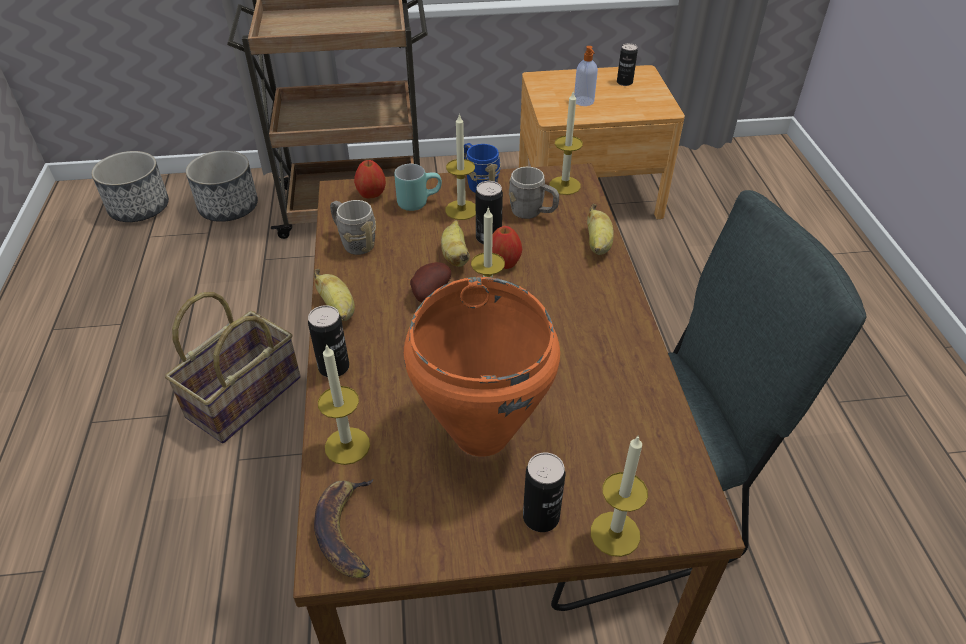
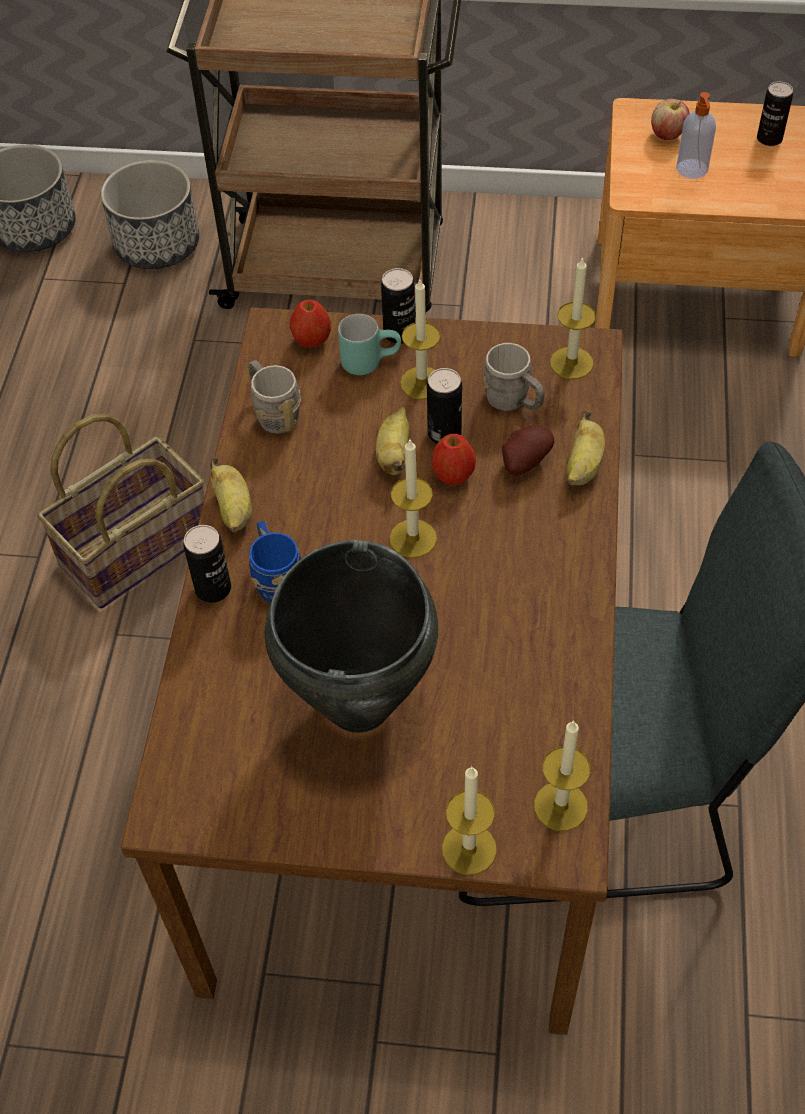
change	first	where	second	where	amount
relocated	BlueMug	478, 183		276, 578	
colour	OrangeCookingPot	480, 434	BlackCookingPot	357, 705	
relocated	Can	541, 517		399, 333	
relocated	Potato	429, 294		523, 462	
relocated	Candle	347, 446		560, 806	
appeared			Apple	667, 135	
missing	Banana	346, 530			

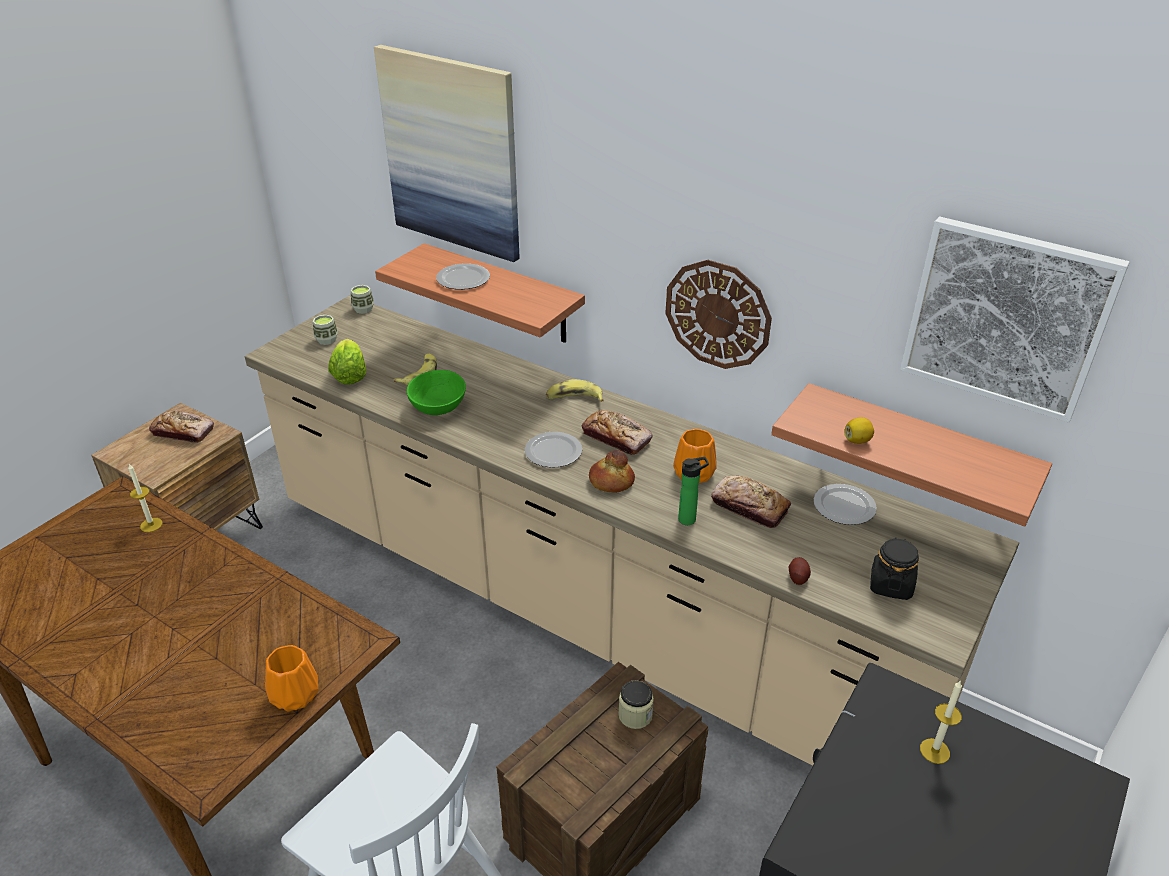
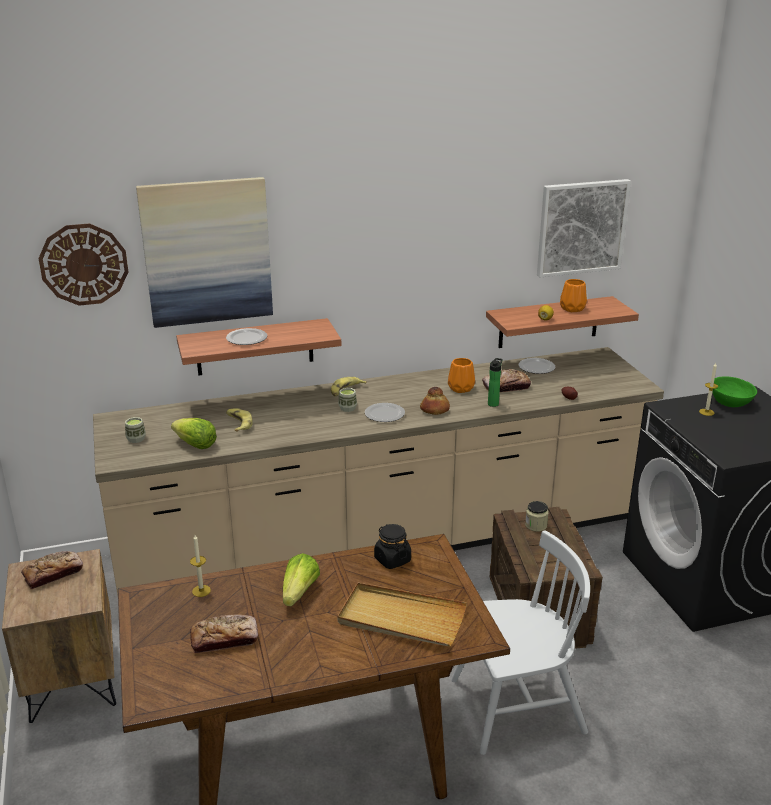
change	first	where	second	where	amount
relocated	WallClock	718, 314		84, 264	
relocated	Bread	616, 438		224, 639	
appeared			Lettuce	299, 593	
relocated	Cup	363, 309		347, 408	
appeared			BeigeTray	401, 618	
relocated	BlackJar	890, 585		392, 559	
relocated	OrangeVase	294, 696		573, 309	
relocated	GreenBowl	437, 406		730, 402	

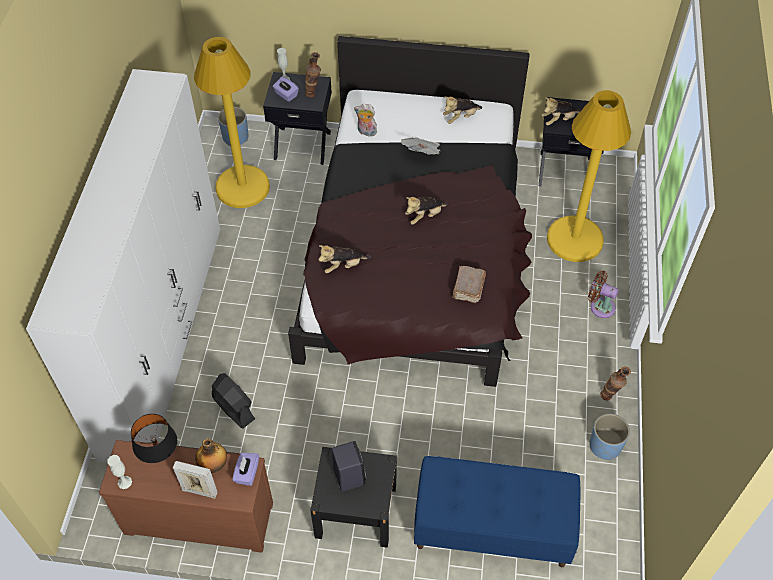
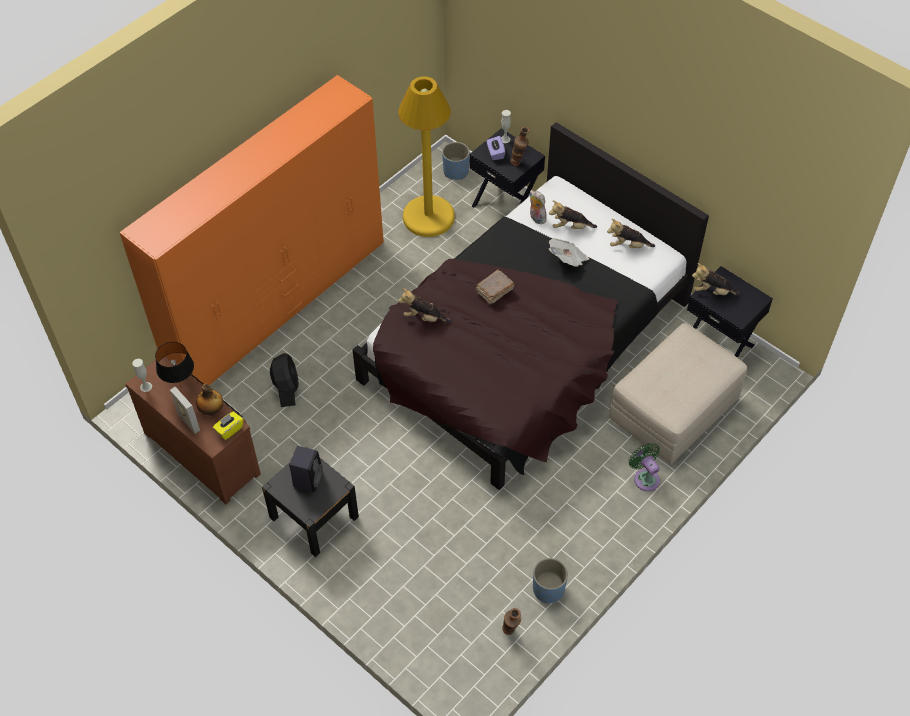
change	first	where	second	where	amount
colour	WhiteWardrobe	163, 336	OrangeWardrobe	278, 305	
colour	PurpleTissueBox	247, 473	YellowTissueBox	229, 429	
relocated	BrownBook	468, 288		494, 291	
relocated	Vase	609, 397		510, 633	
relocated	PlushToy	424, 216		570, 227	
exchanged	YellowFloorLamp	575, 239	BeigeOttoman	673, 410	
colour	BrownFan	600, 306	GreenFan	645, 477	
missing	BlueBench	491, 528			

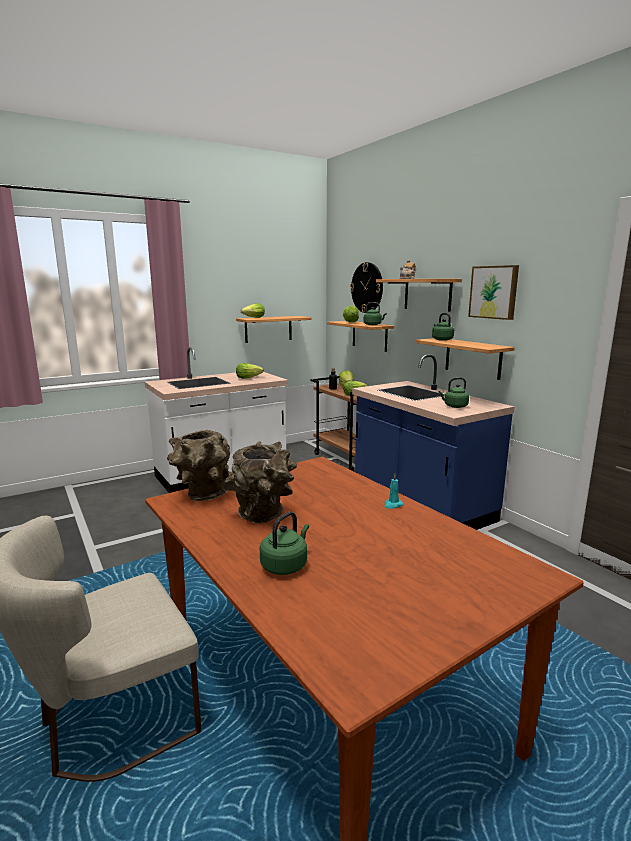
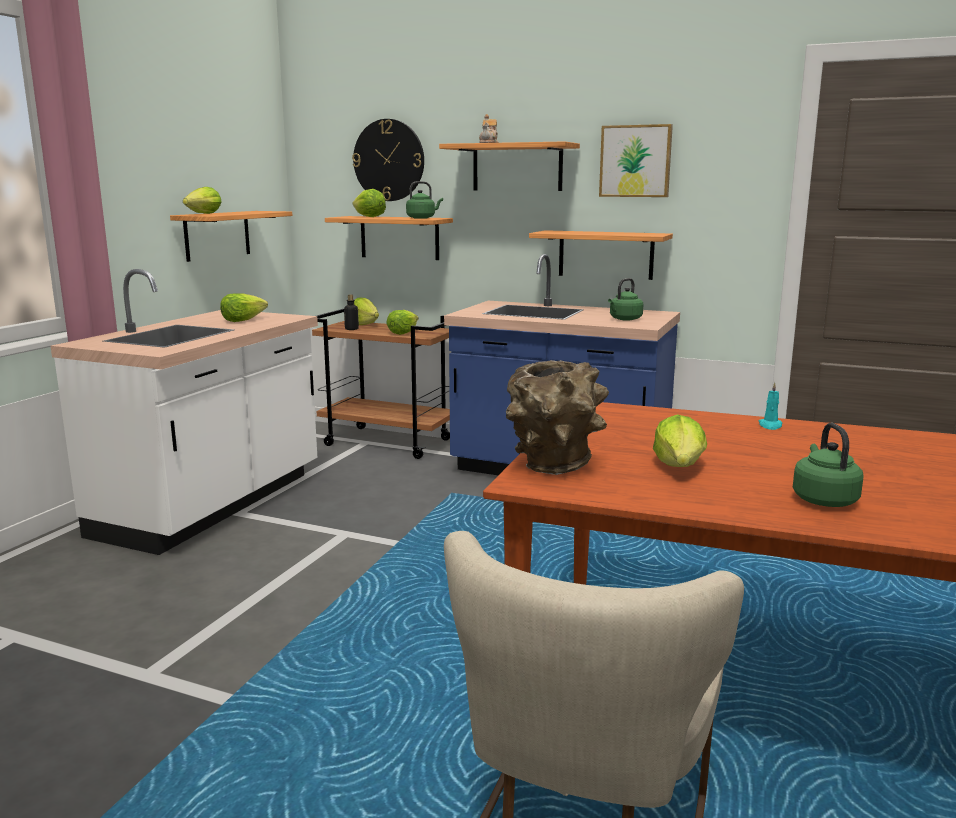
change	first	where	second	where	amount
exchanged	BrownVase	264, 516	Lettuce	680, 467	
missing	GreenKettle	441, 339			

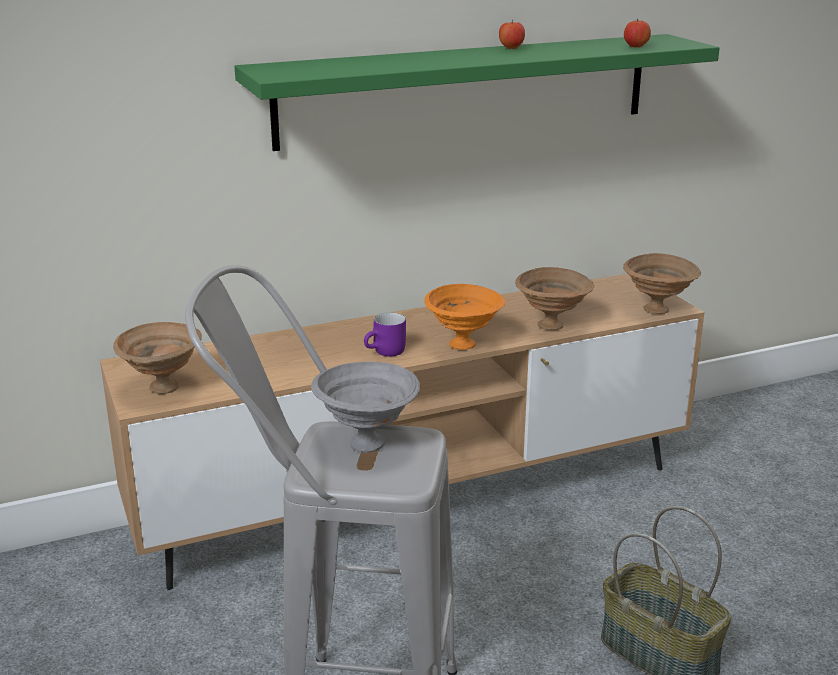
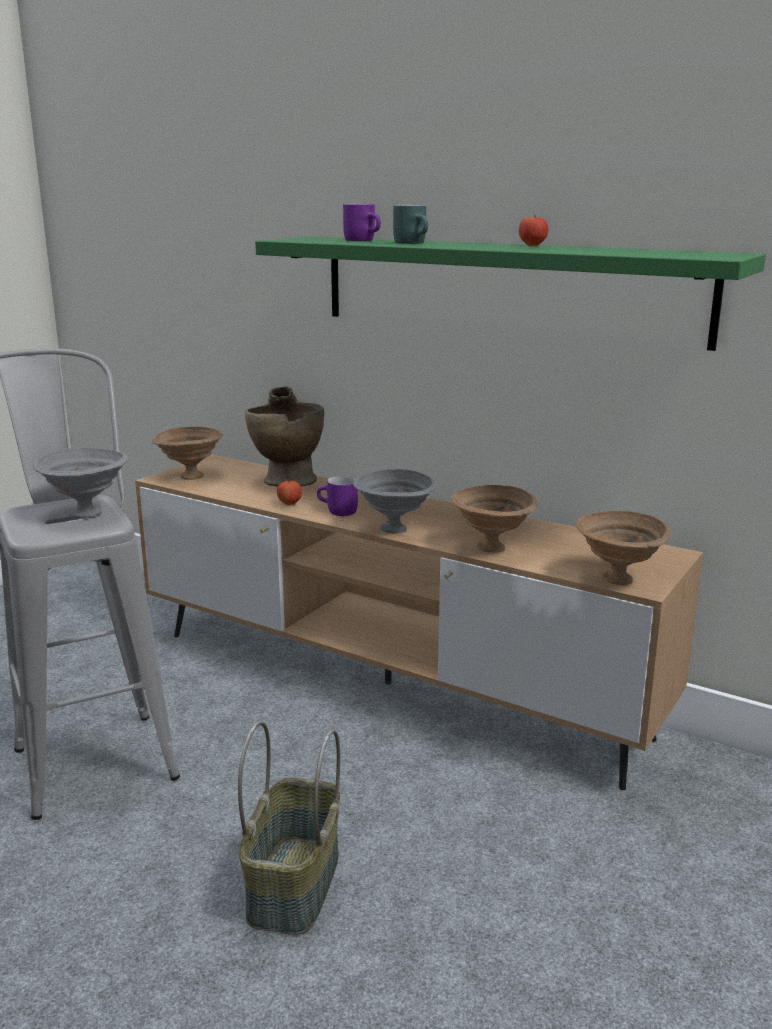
change	first	where	second	where	amount
appeared			BeigeVase	286, 479	
relocated	Apple	636, 47		289, 504	
appeared			PurpleMug	364, 240	
colour	OrangeBowl	464, 344	GreyBowl	395, 529	
appeared			TurquoiseMug	414, 243	

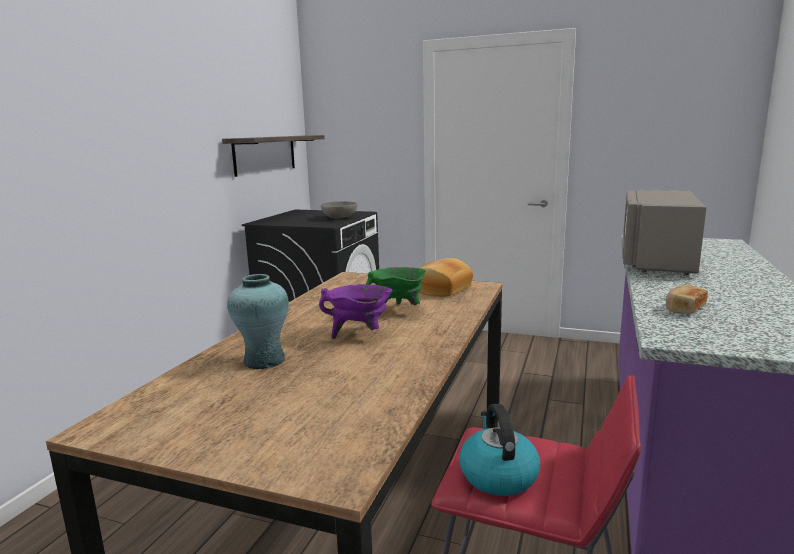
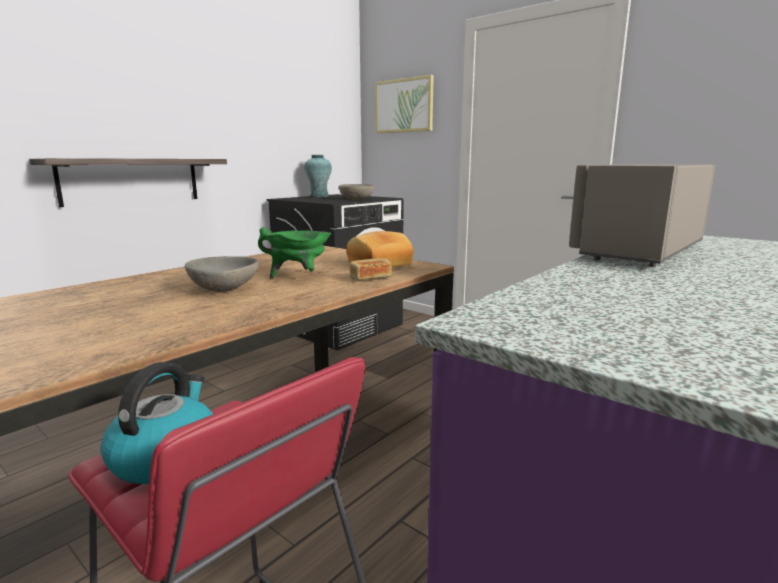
change	first	where	second	where	amount
relocated	Shelf	265, 154		131, 181	
exchanged	PurpleCookingPot	360, 334	GreyBowl	224, 289	
relocated	TurquoiseVase	264, 360		319, 196	
relocated	Bread	684, 309		370, 278	
appeared			Picture	404, 105	

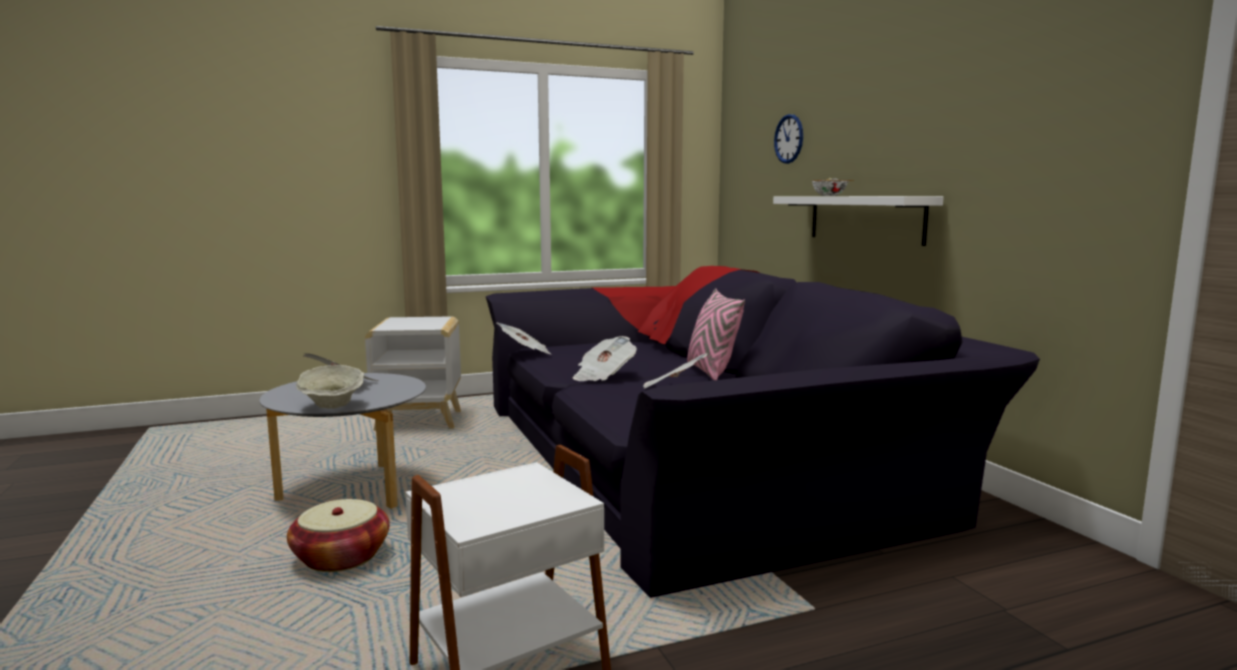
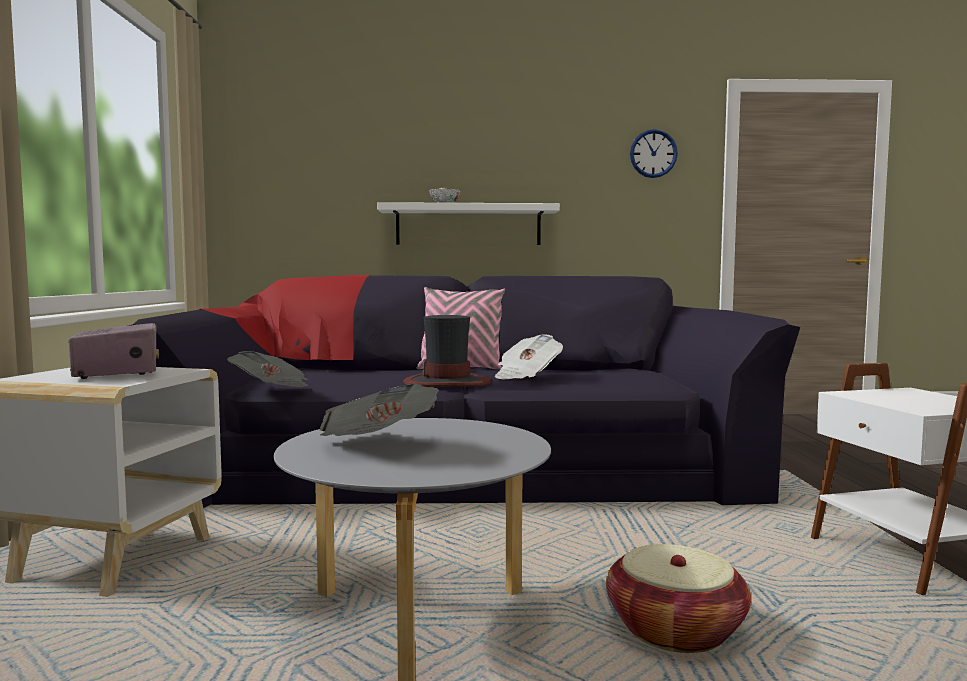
change	first	where	second	where	amount
appeared			Radio	118, 373	
exchanged	Newspaper	603, 376	Hat	447, 383	
relocated	WallClock	789, 139		653, 153	
missing	BeigeBowl	333, 406			

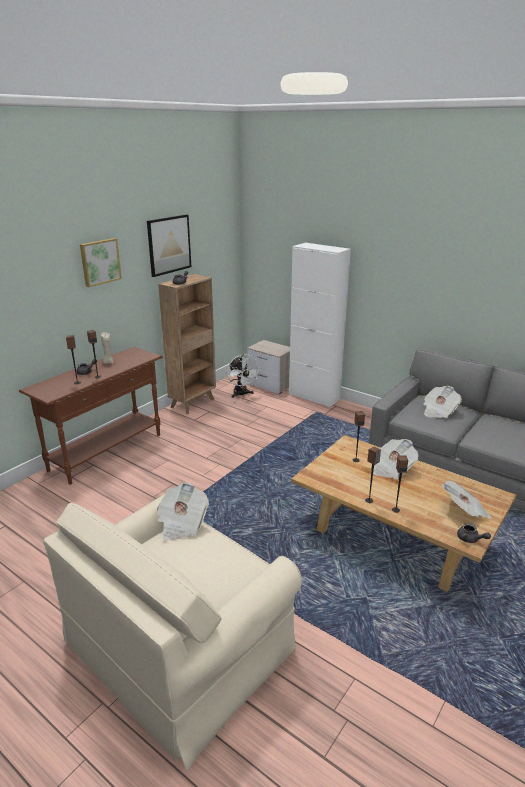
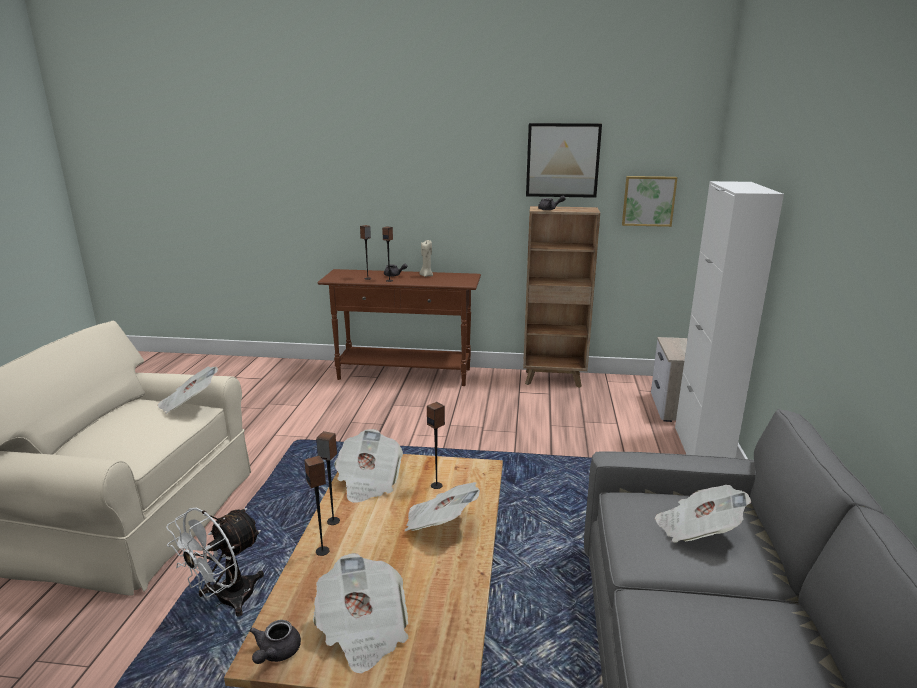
change	first	where	second	where	amount
relocated	WhiteFan	242, 394		226, 601	
appeared			Newspaper	368, 482	
relocated	Picture	99, 262		648, 201	

